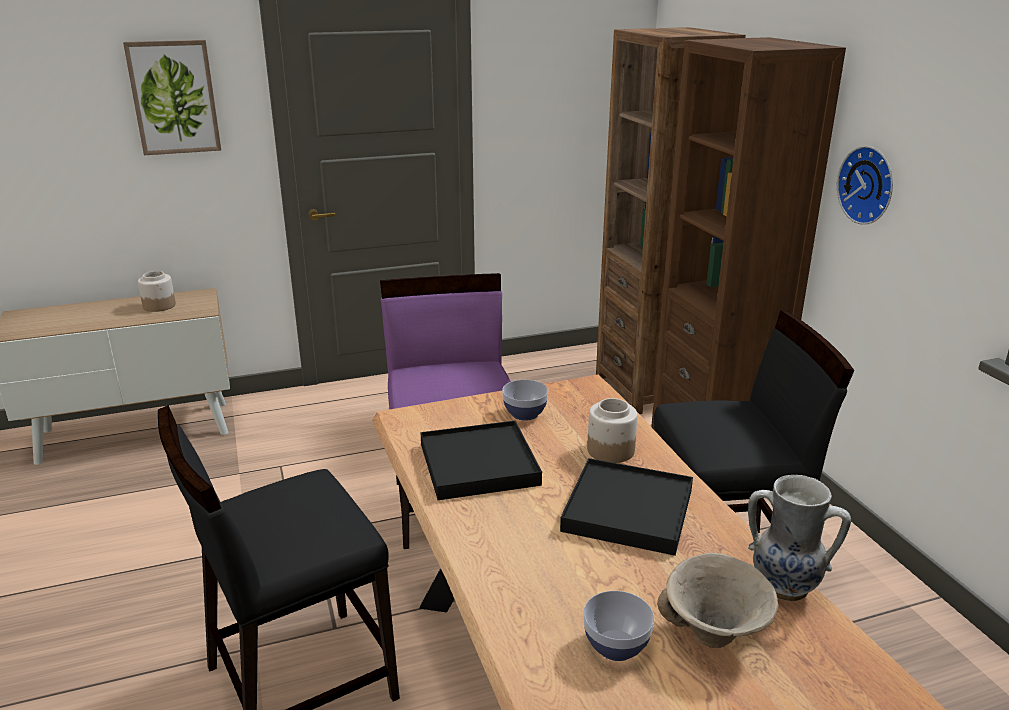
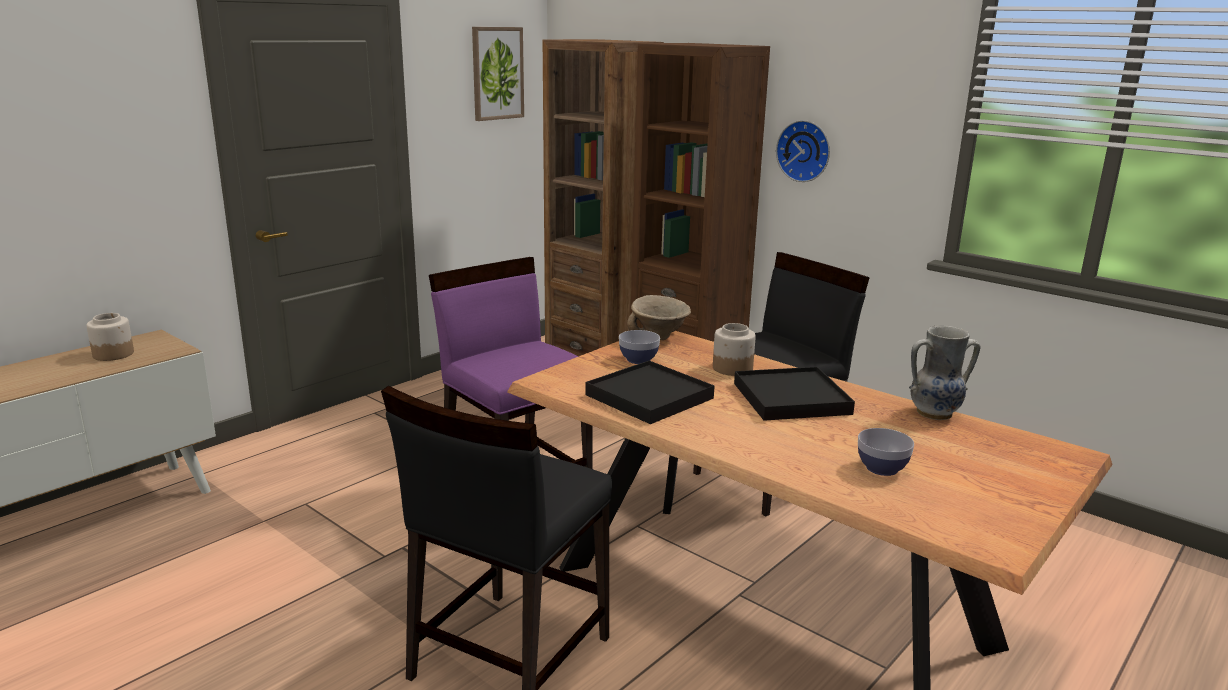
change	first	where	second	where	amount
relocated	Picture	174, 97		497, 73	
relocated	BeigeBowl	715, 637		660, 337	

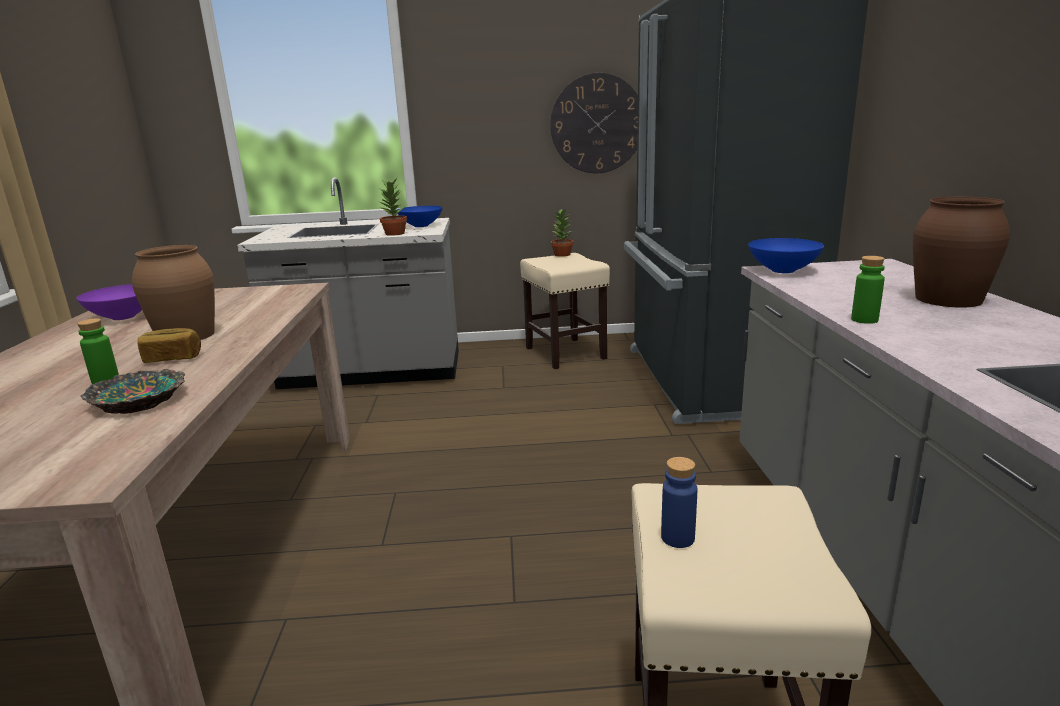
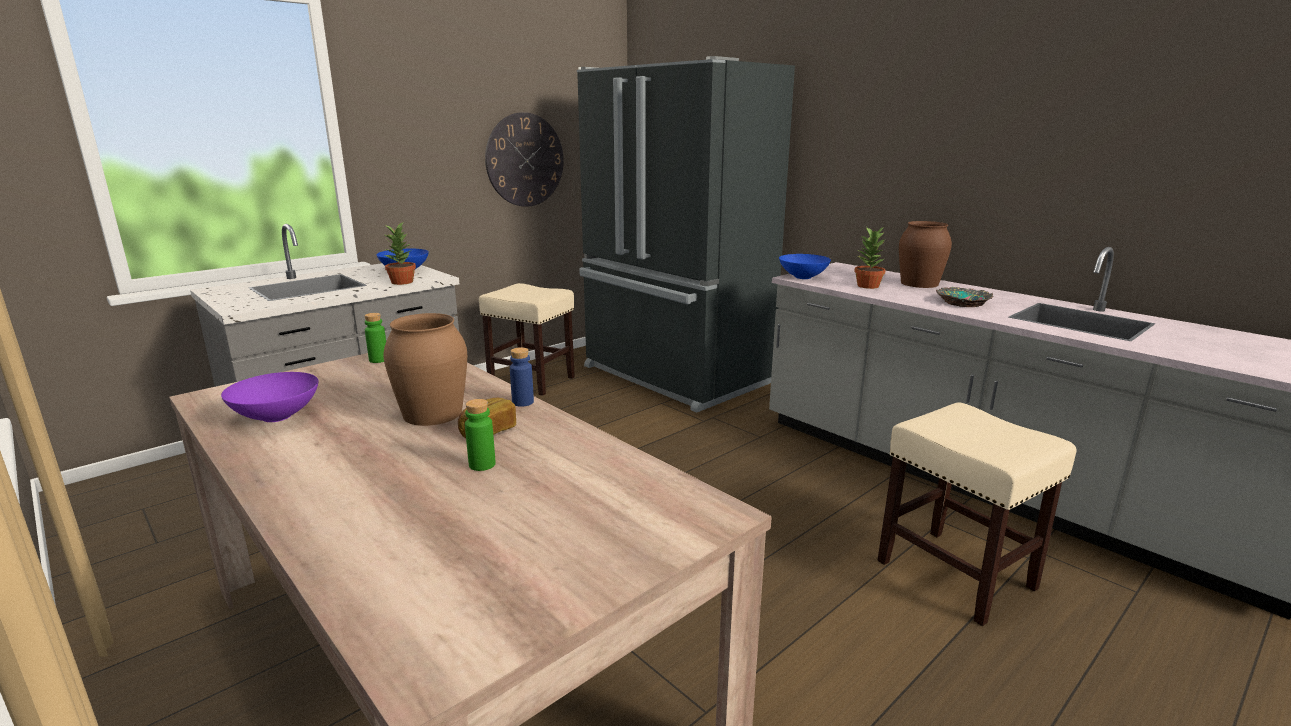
change	first	where	second	where	amount
relocated	GreenBottle	864, 320		378, 360	
relocated	BlueBottle	677, 538		523, 402	
relocated	PottedPlant	562, 255		868, 286	
relocated	Bowl	141, 400		963, 302	

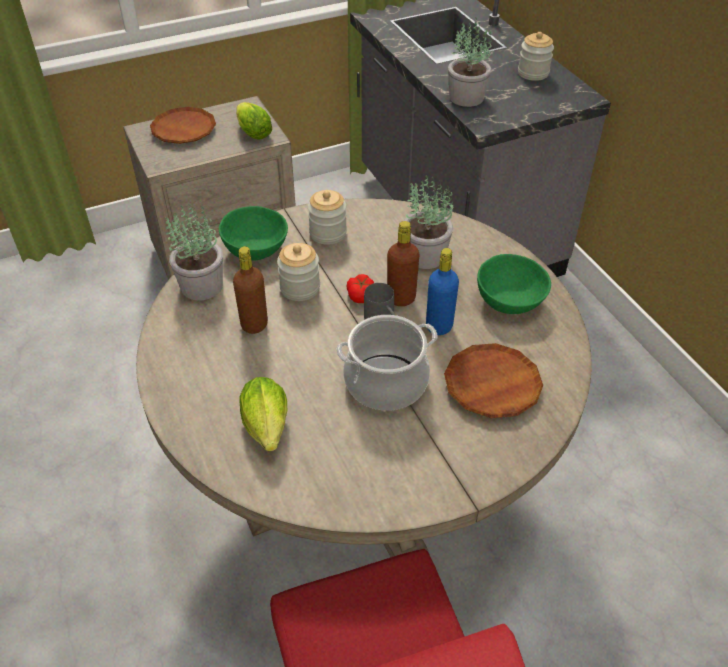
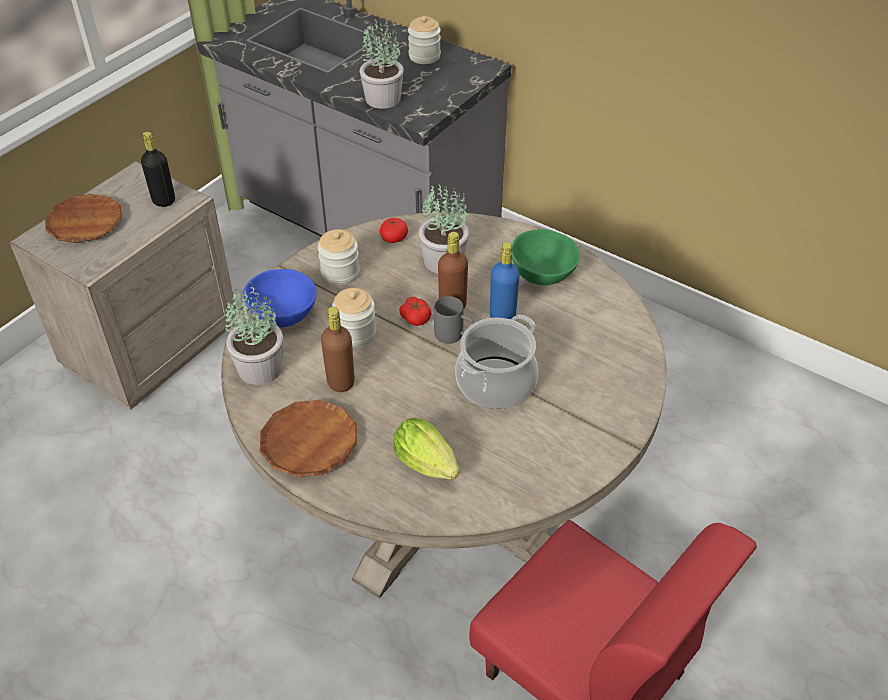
change	first	where	second	where	amount
exchanged	Lettuce	252, 132	BlackBottle	164, 201	
colour	GreenBowl	254, 249	BlueBowl	282, 314	
relocated	BrownPlate	492, 385		309, 443	
appeared			Tomato	394, 238	

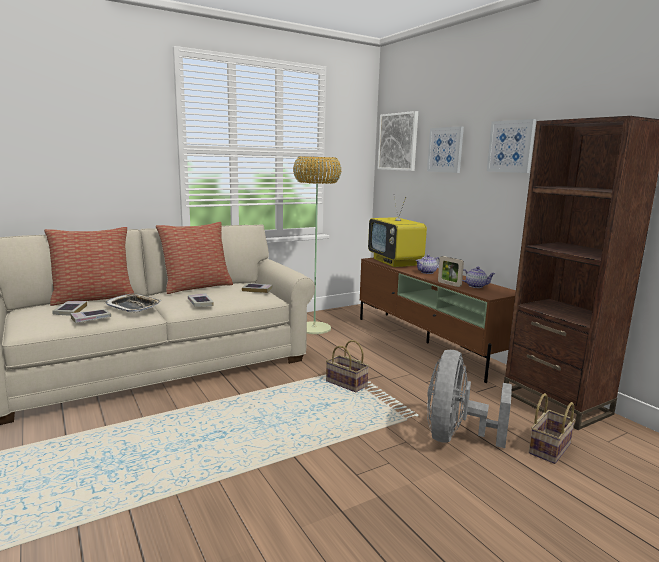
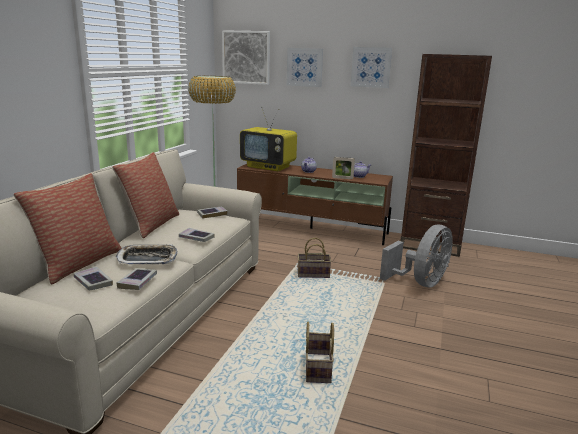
change	first	where	second	where	amount
relocated	Basket	549, 447		317, 368	
spun	GreyFan	456, 436		420, 282	120 degrees counterclockwise

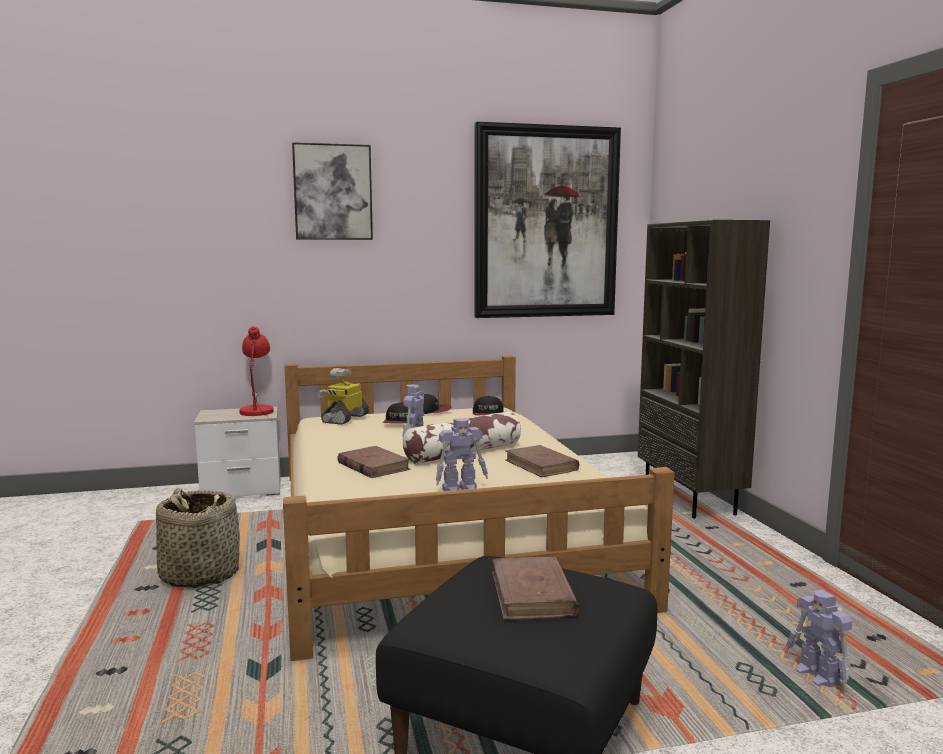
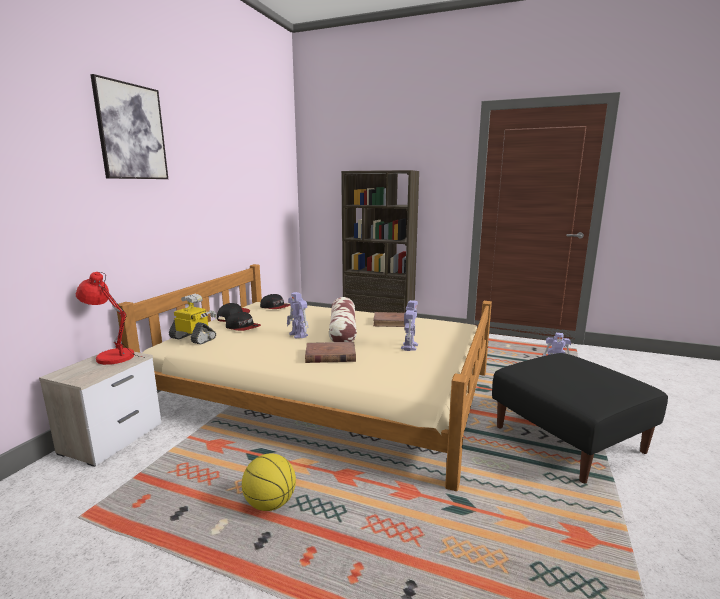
change	first	where	second	where	amount
spun	ToyRobot	344, 419		194, 338	150 degrees clockwise
exchanged	Basket	199, 575	Basketball	270, 503	
missing	Picture	546, 222			
missing	BrownBook	532, 594			

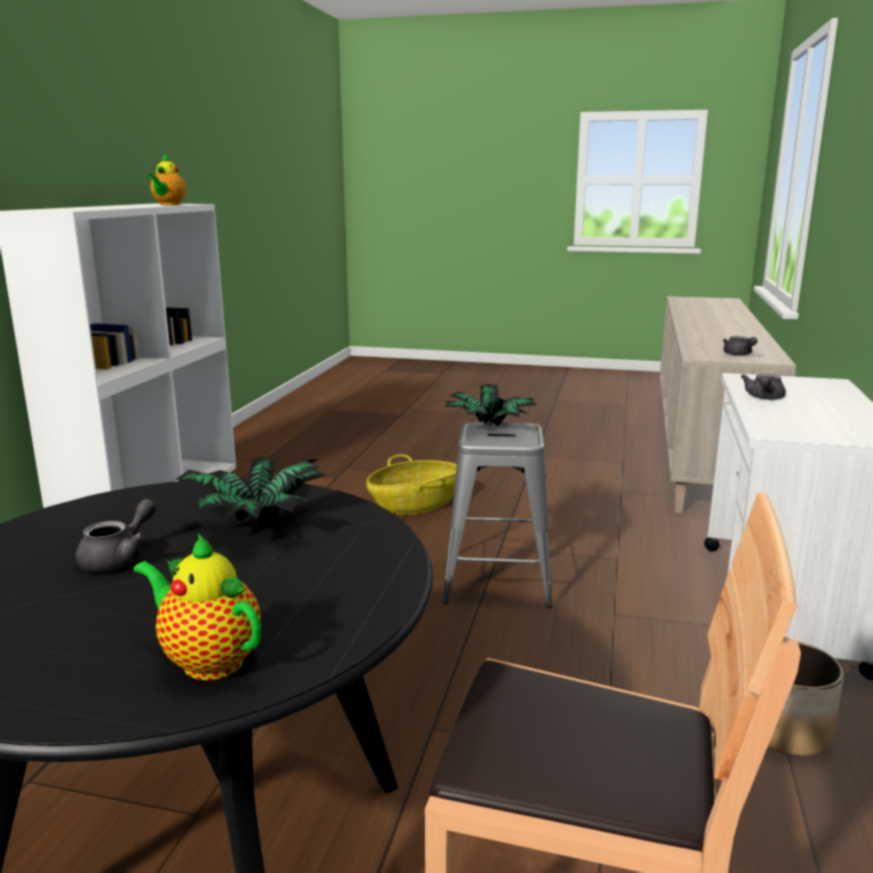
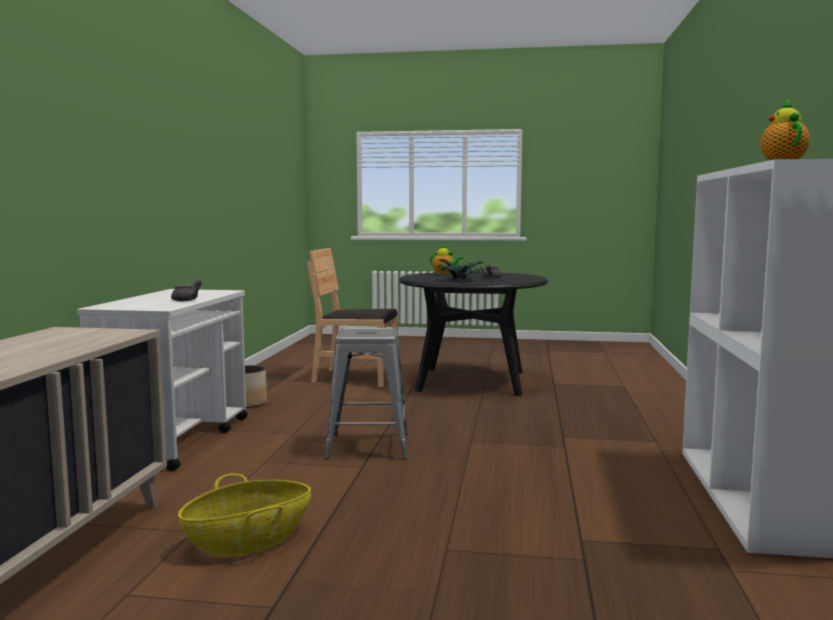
change	first	where	second	where	amount
relocated	Basket	415, 504		248, 540	
missing	PottedPlant	489, 426			
missing	GreyTeapot	739, 355			

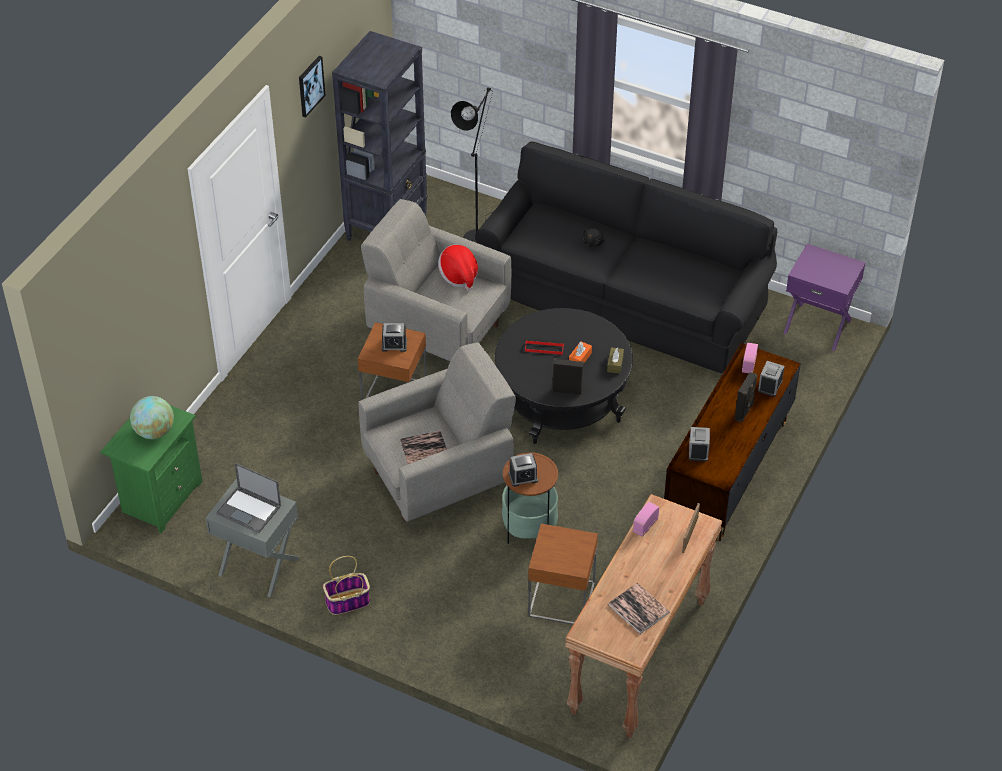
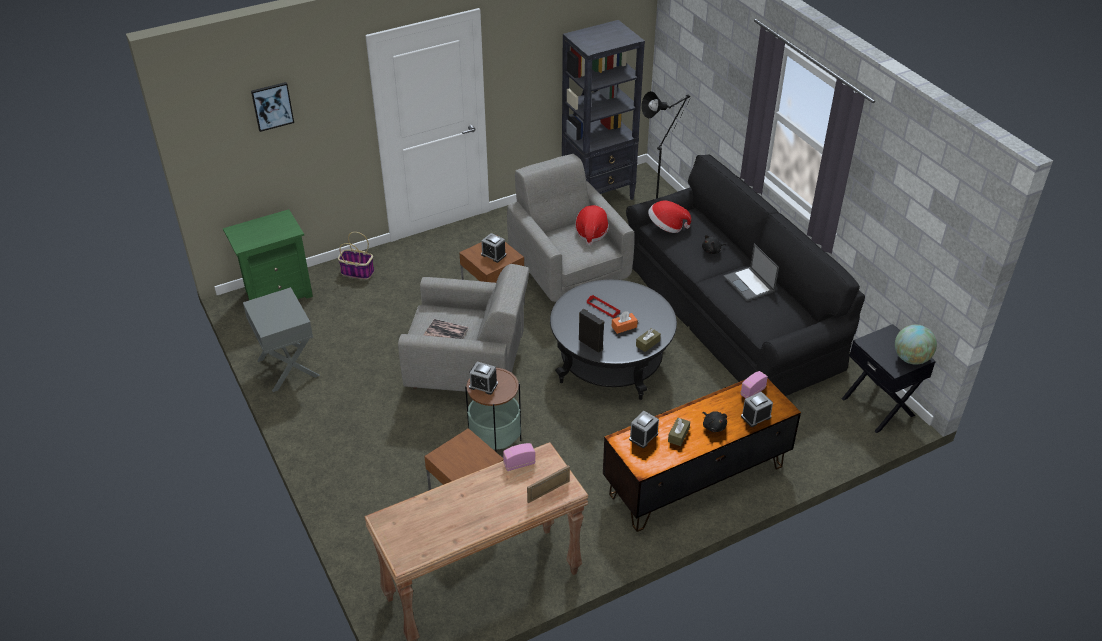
change	first	where	second	where	amount
relocated	Picture	310, 86		272, 106	
relocated	Basket	347, 602		356, 272	
appeared			Hat	667, 227	
appeared			BrownTissueBox	678, 435	
exchanged	BlackSpeaker	744, 411	BlackPlushToy	713, 426	
relocated	Laptop	249, 510		749, 284	
colour	PurpleNightstand	818, 325	BlackNightstand	878, 406	
relocated	Globe	154, 432		911, 358	
missing	Book	638, 609			

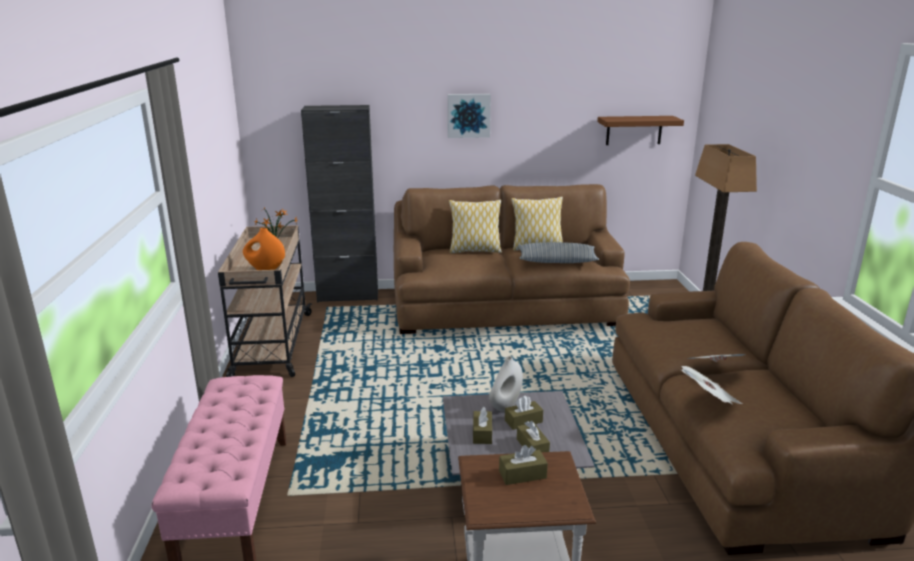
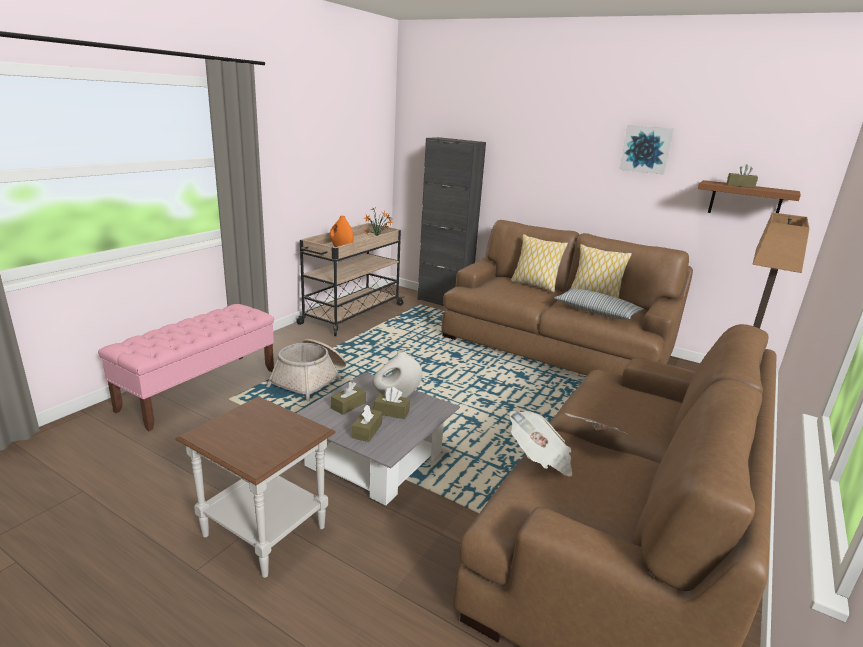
change	first	where	second	where	amount
appeared			Basket	311, 380	
relocated	Picture	468, 115		646, 149	
relocated	BrownTissueBox	522, 474		740, 186	

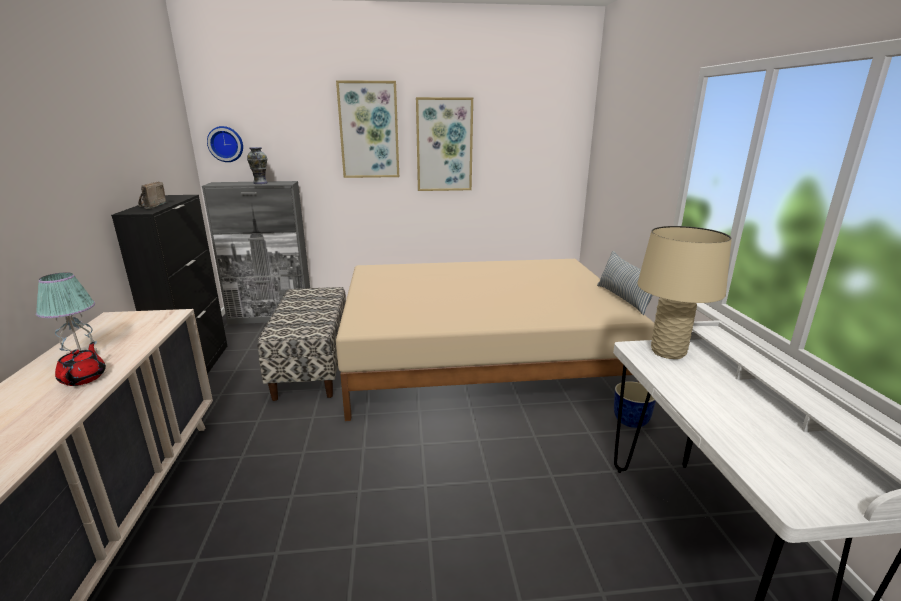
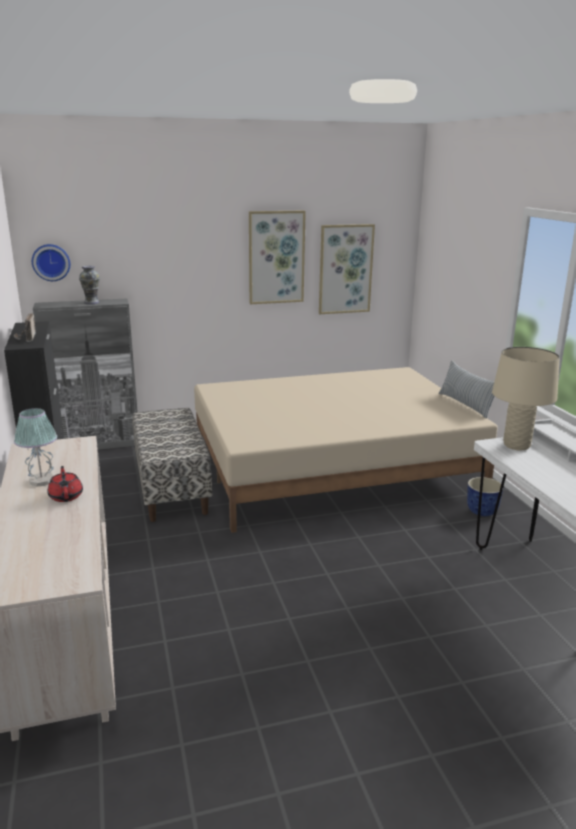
change	first	where	second	where	amount
relocated	Picture	369, 130		345, 269	

